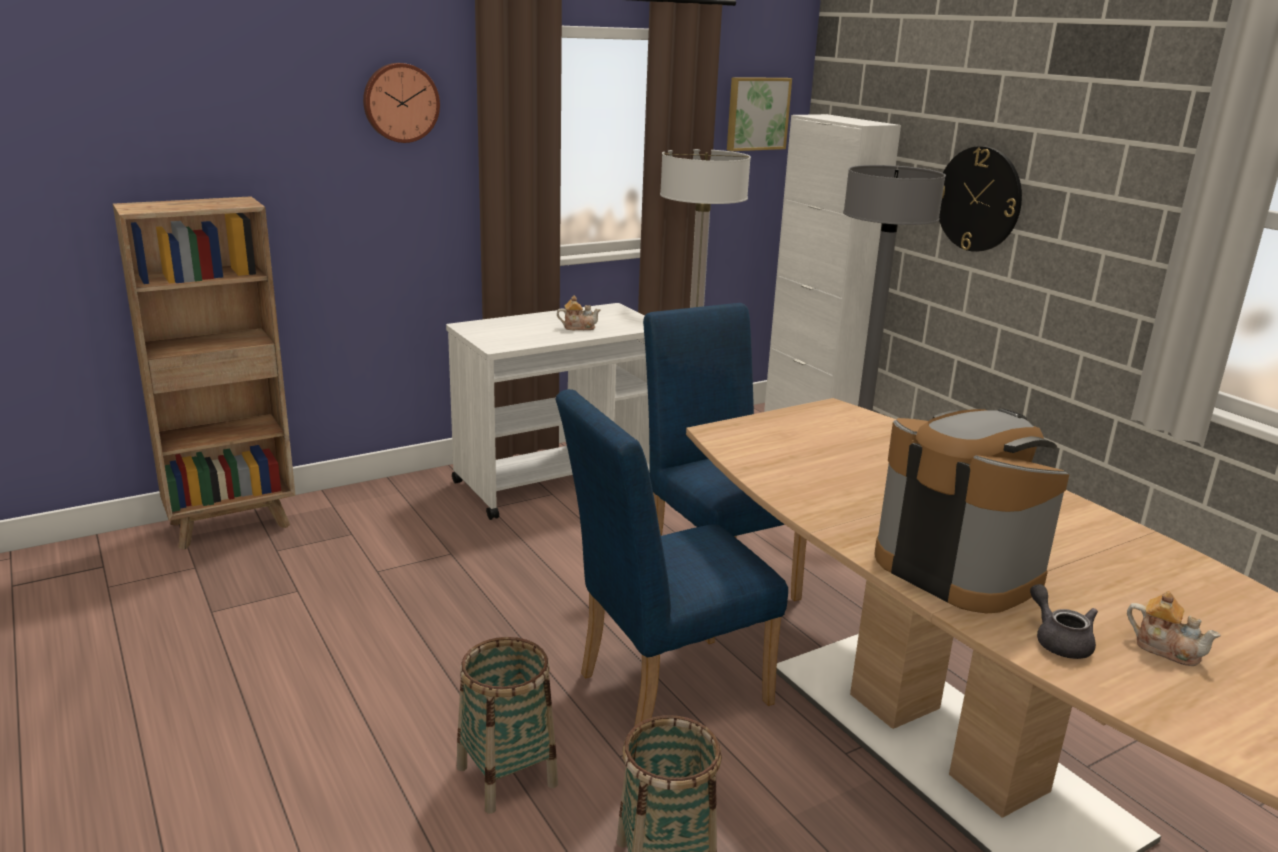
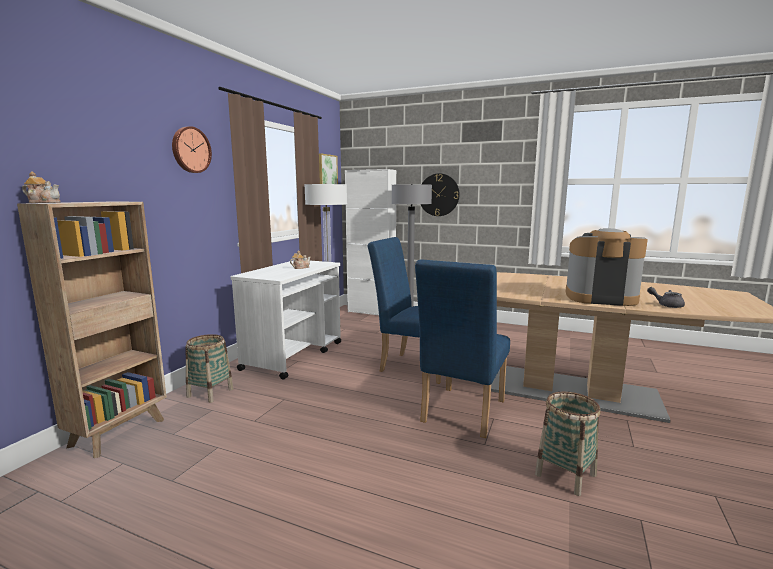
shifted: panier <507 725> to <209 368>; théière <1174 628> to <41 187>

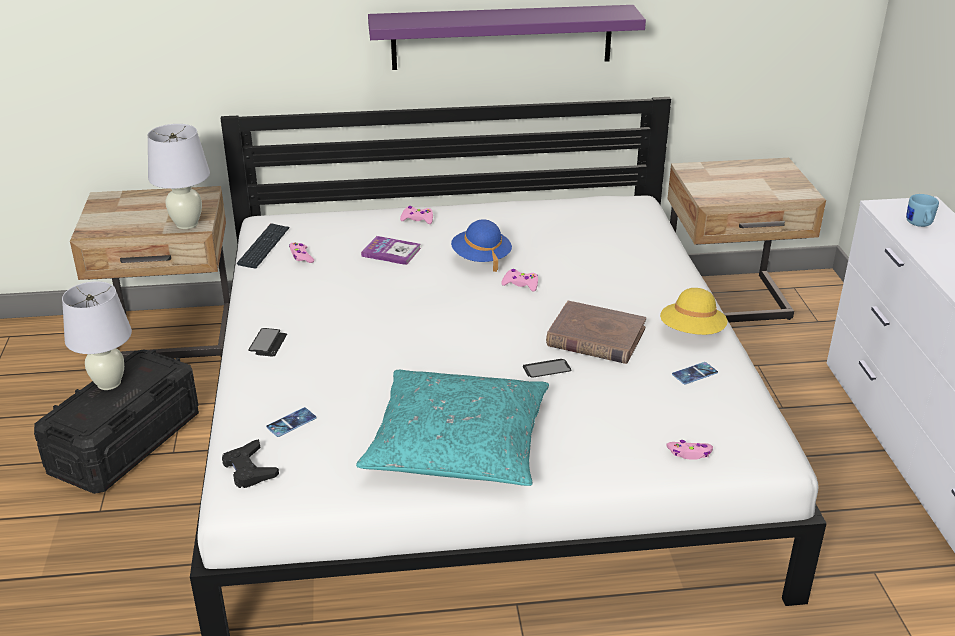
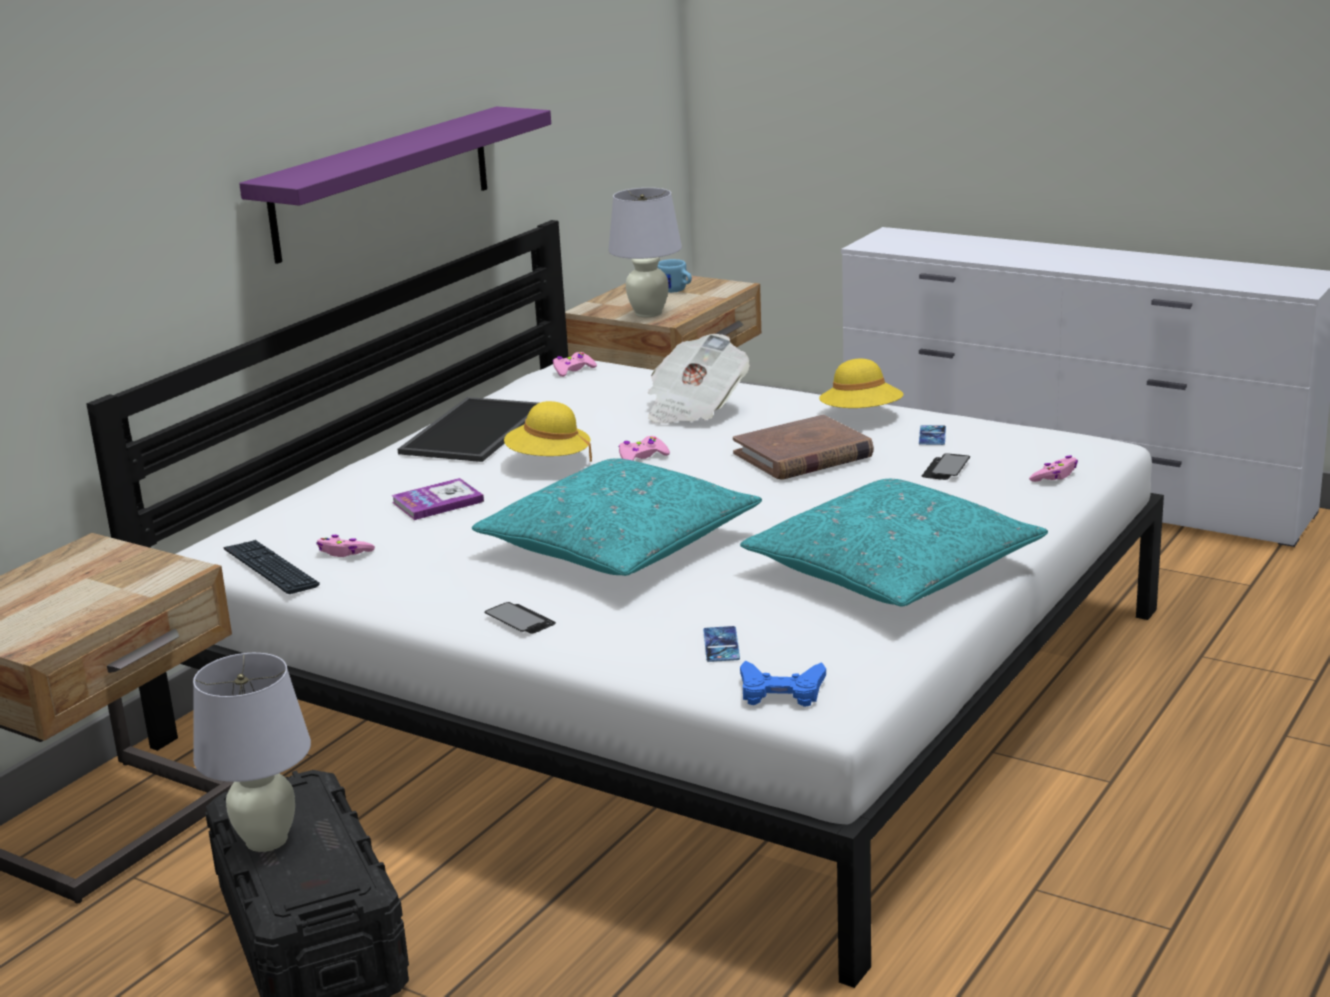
new: plateau <468 429>; coussin/turquoise <617 517>; journal <699 379>
shifted: lampe de table/blanc <178 176> to <645 252>; manette/rose <416 215> to <574 364>; téléphone <547 368> to <946 466>; mug/bleu <922 210> to <674 276>
repainted: manette/noir <250 463> to manette/bleu <783 684>; chapeau/bleu <481 245> to chapeau/jaune <548 431>

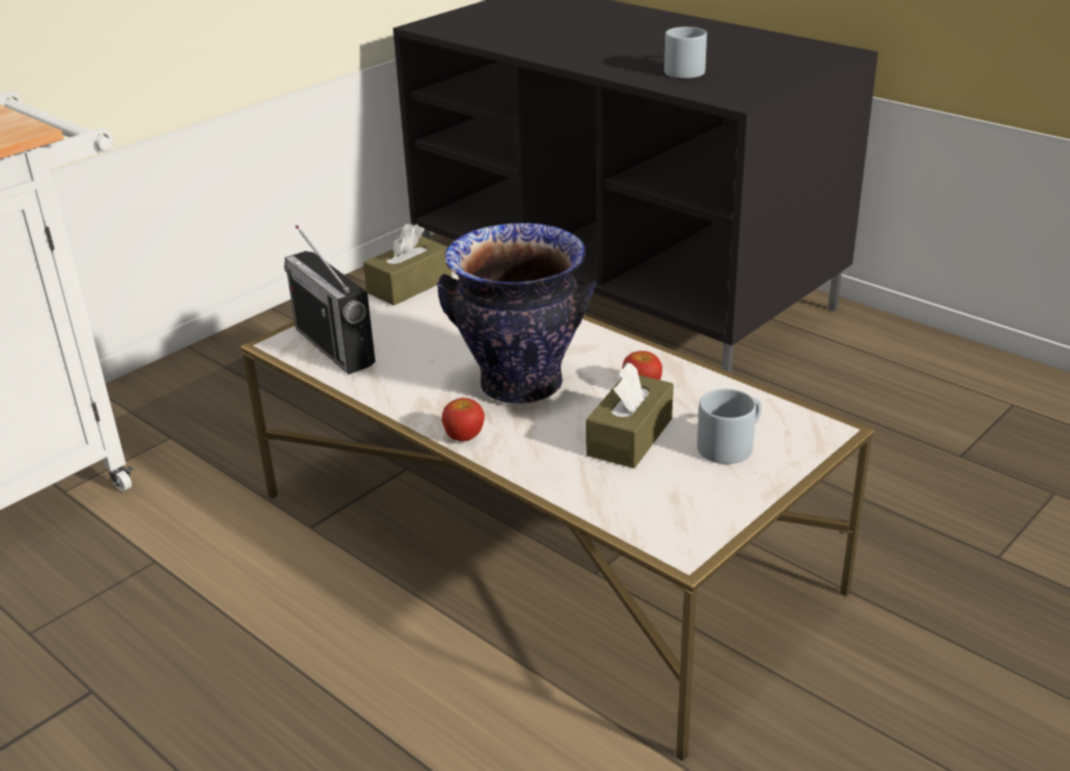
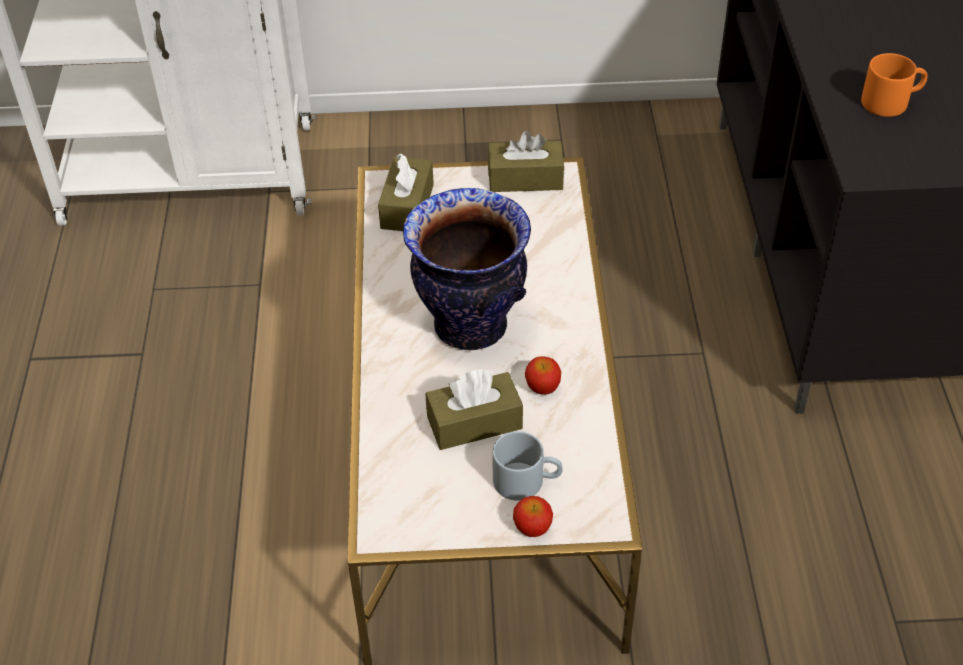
shifted: pomme <463 419> to <533 516>
swapped: radio <329 299> to boîte à mouchoirs/marron <406 192>
repainted: mug/gris <685 52> to mug/orange <894 85>

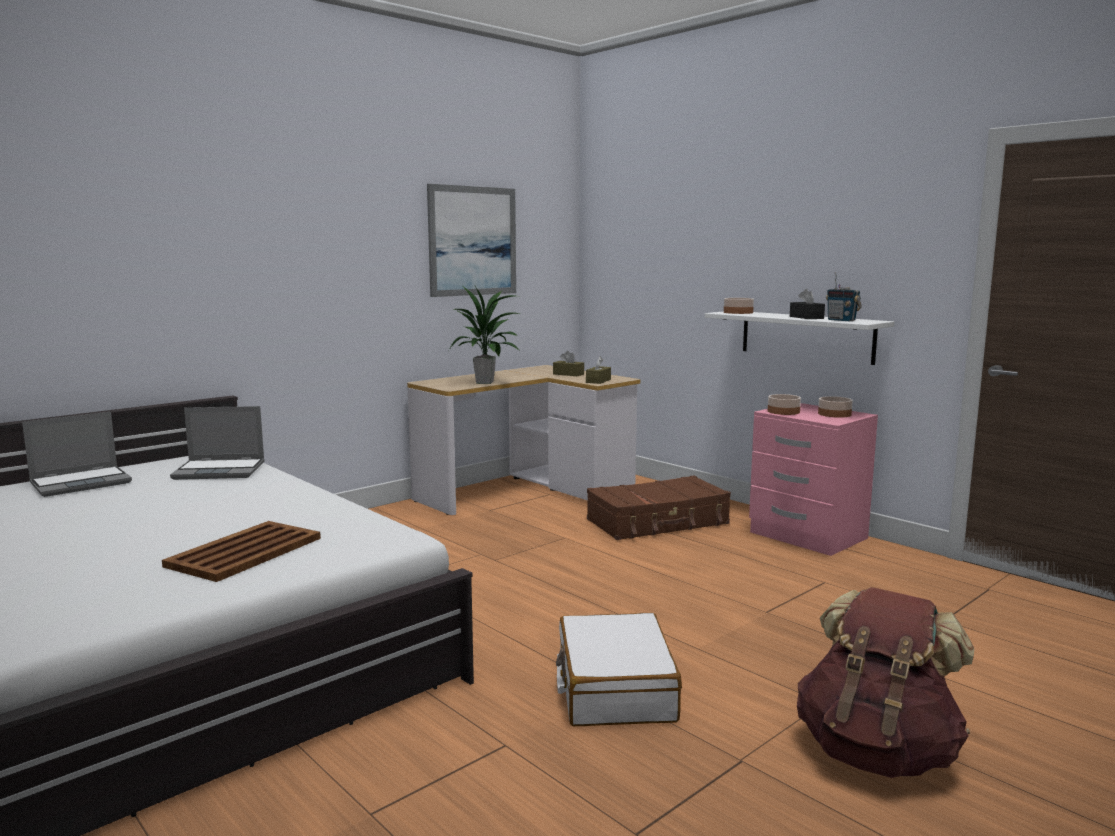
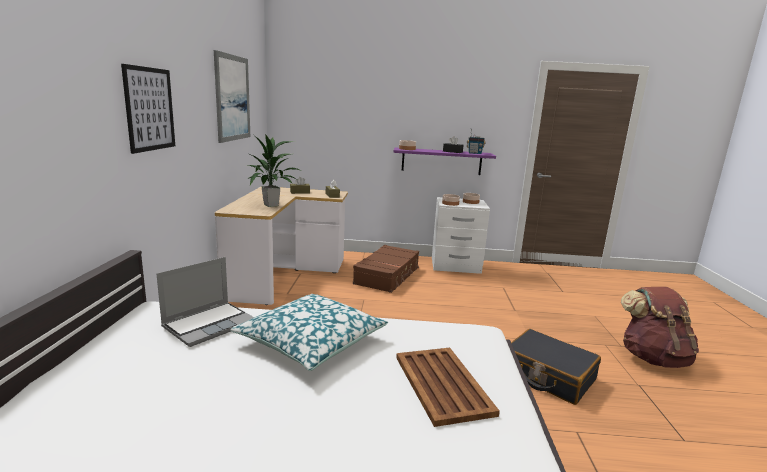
gone: ordinateur portable <77 454>
new: tableau <148 109>; coussin <309 332>
repainted: valise/blanc <619 669> to valise/noir <556 367>; étagère/blanc <800 338> to étagère/violet <444 161>; table de chevet/rose <813 479> to table de chevet/blanc <461 235>

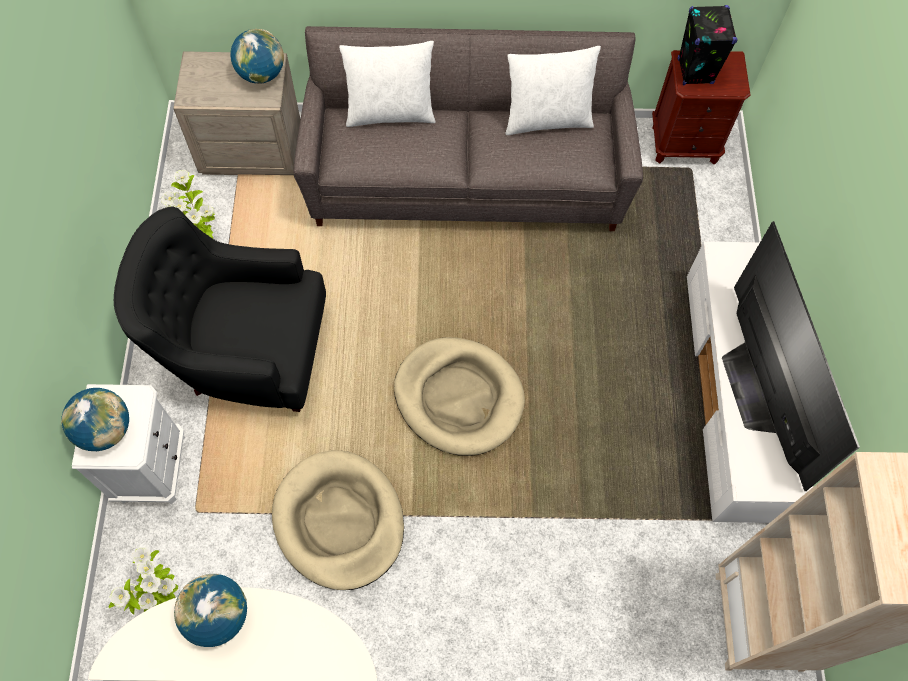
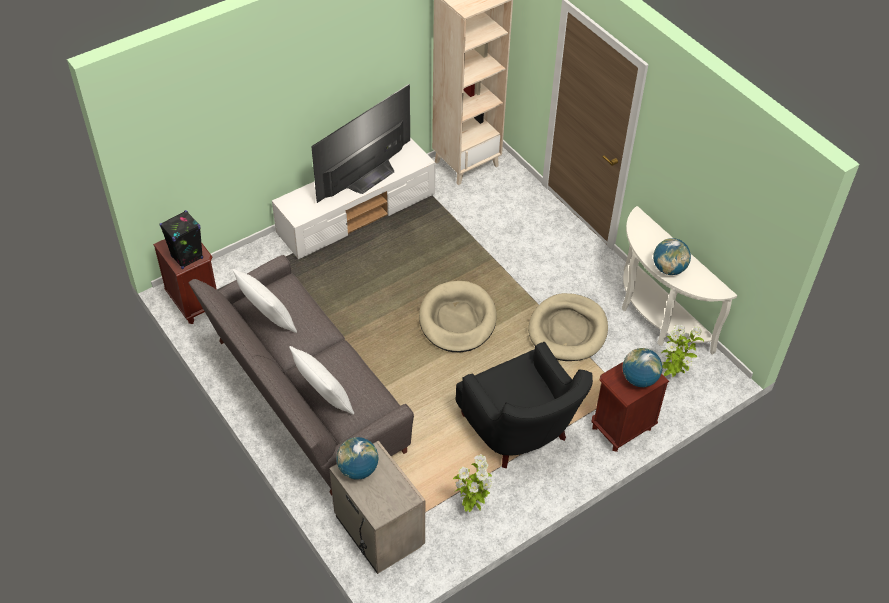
repainted: table de chevet/blanc <128 444> to table de chevet/marron <630 407>

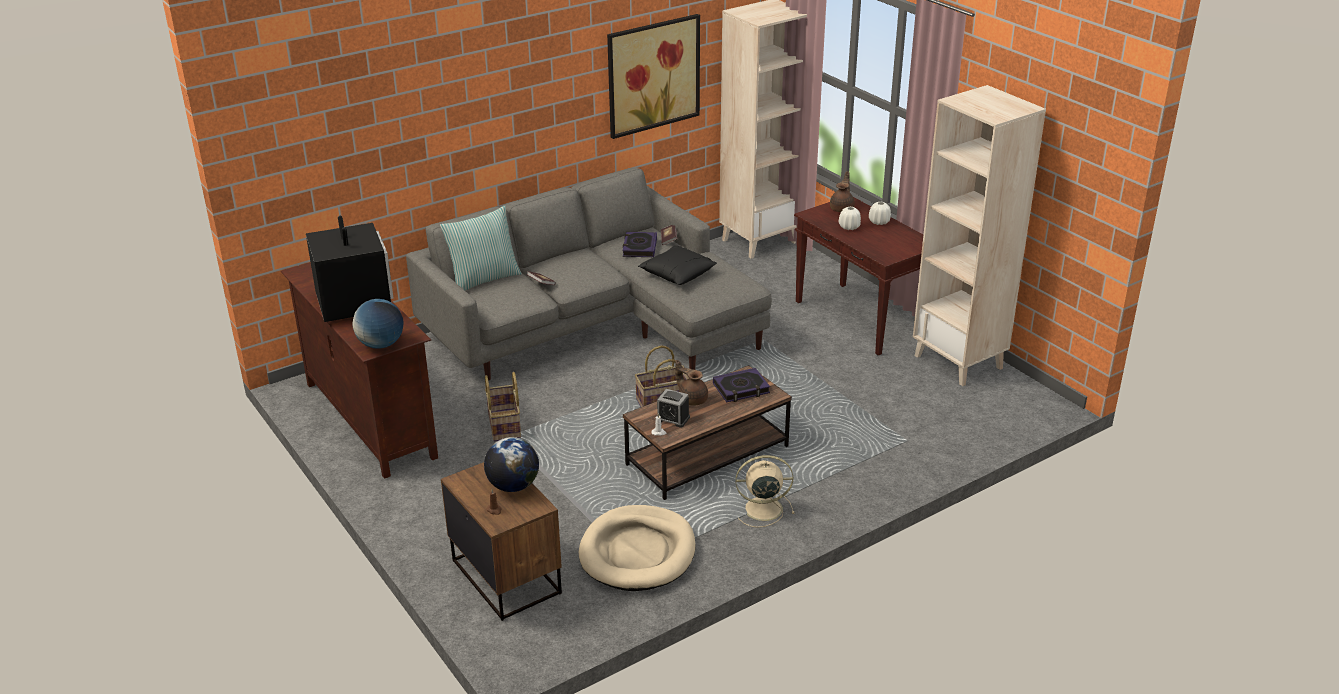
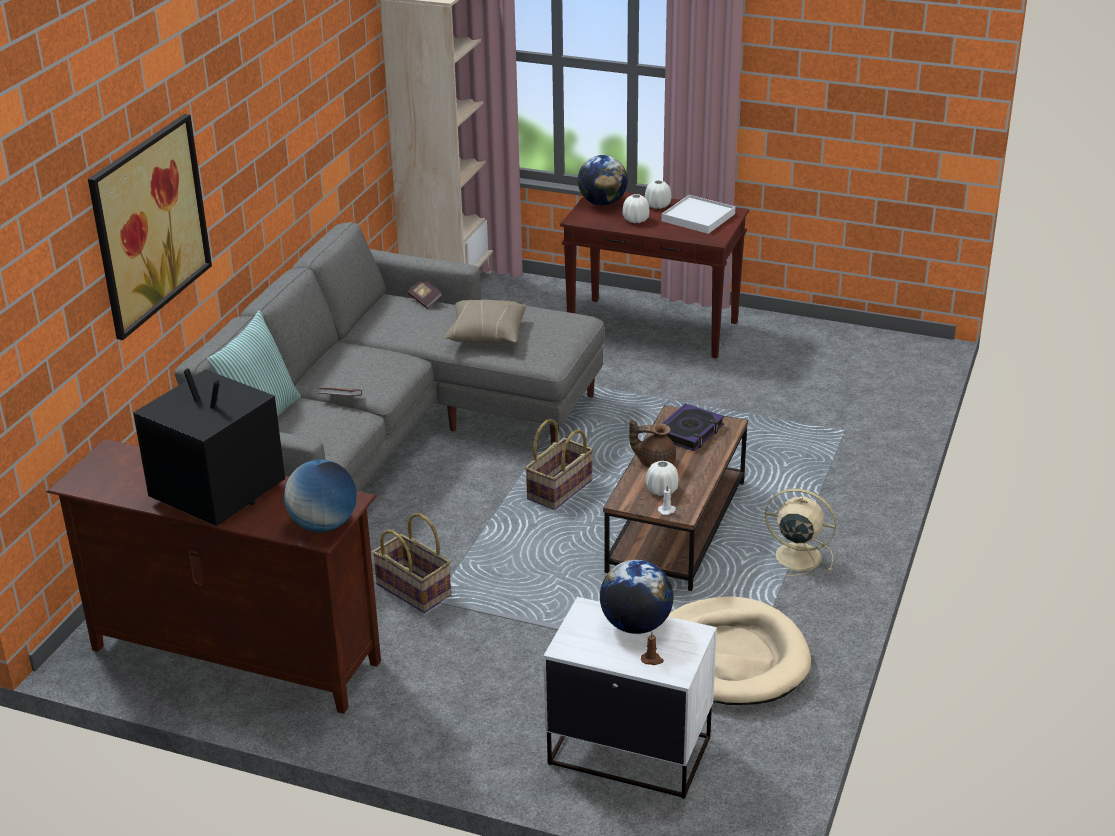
gone: livre <640 244>; bibliothèque/beige <979 235>
new: plateau/blanc <698 214>
shifted: tableau <653 76> to <150 227>
swapped: réveil <673 408> to vase/blanc <661 478>; théière/marron <842 191> to globe <603 180>
repainted: table de chevet/marron <501 541> to table de chevet/blanc <630 698>; coussin/noir <677 265> to coussin/beige <485 322>
rotated: ventilateur/beige <764 491> = <800 532> 60 degrees clockwise

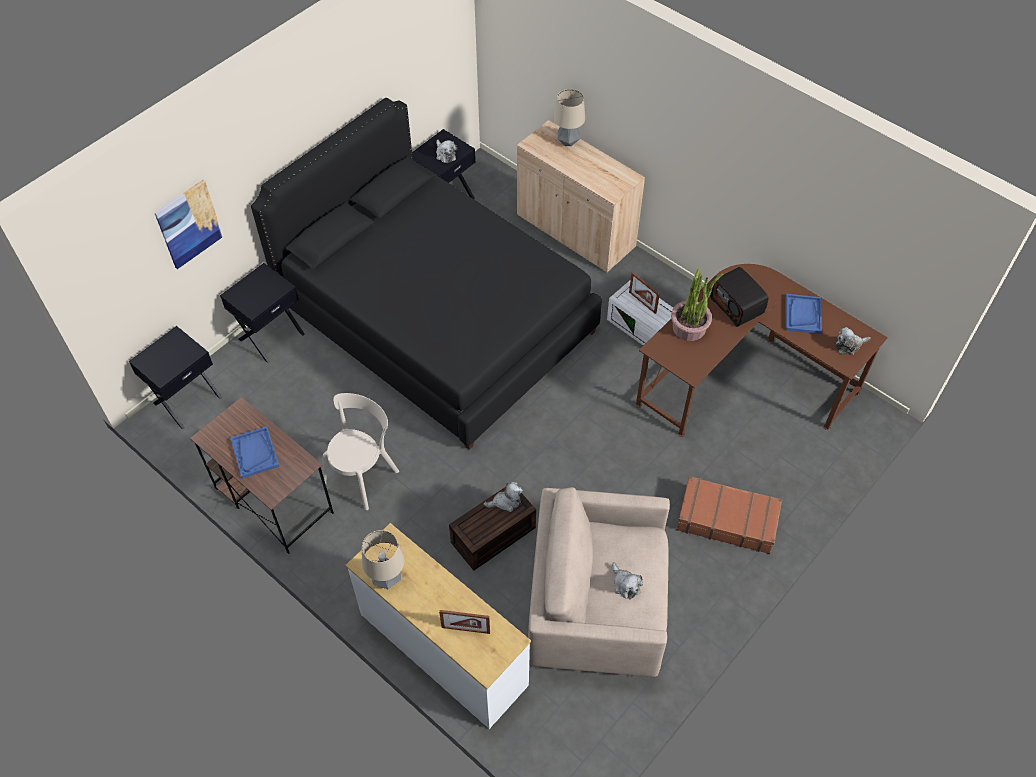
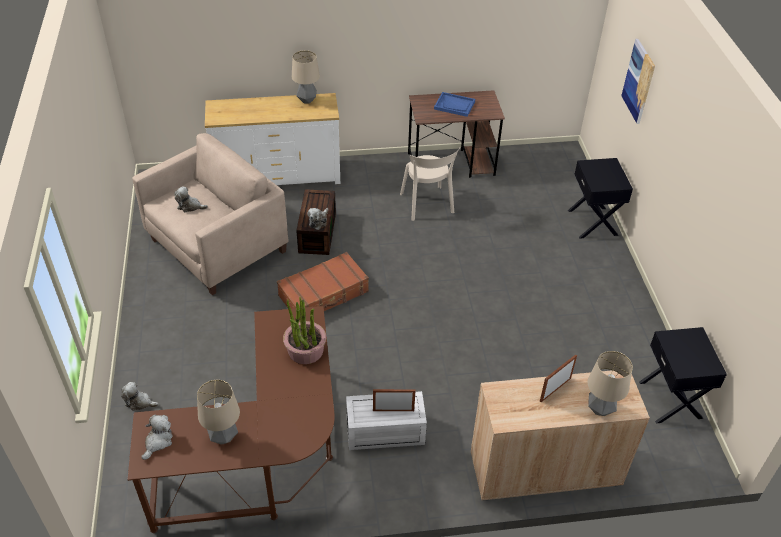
gone: table de chevet/noir <176 377>; lit/noir <426 274>; radio <739 297>
shifted: peluche <446 151> to <140 396>; cadre photo <464 622> to <558 378>; valise/marron <729 515> to <323 281>
swapped: plateau/bleu <803 314> to lampe de table <218 412>

